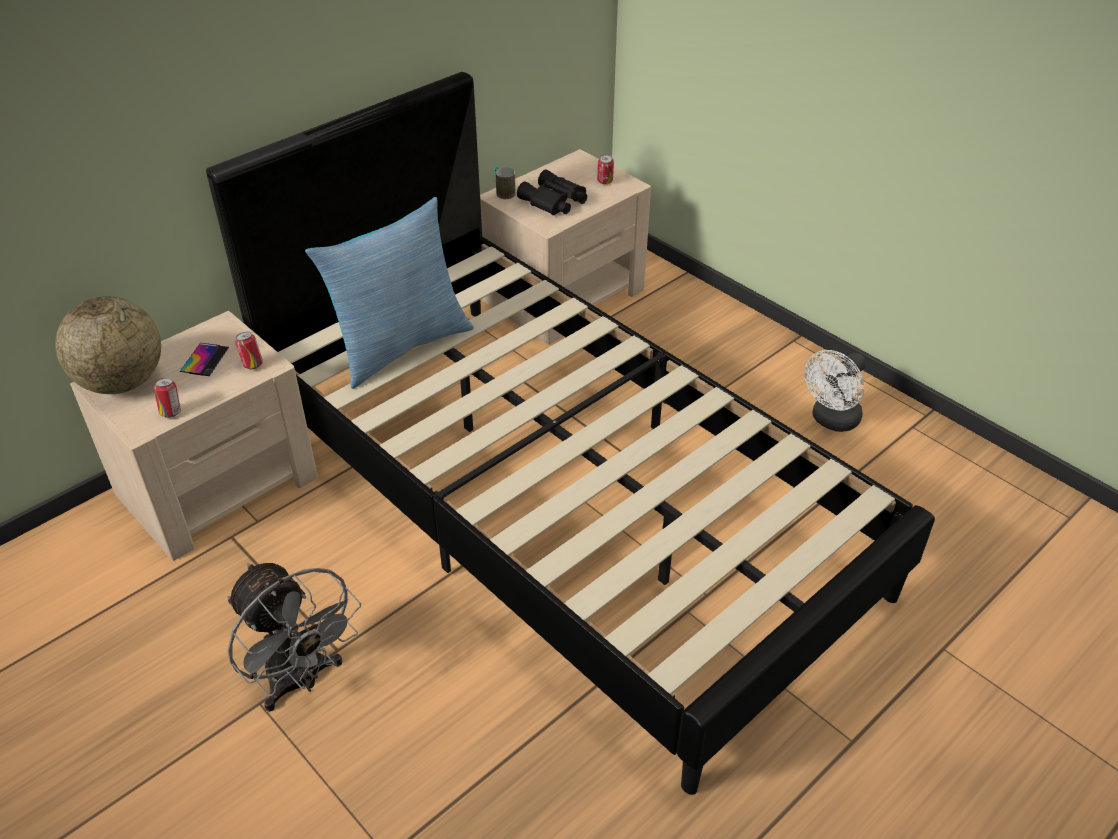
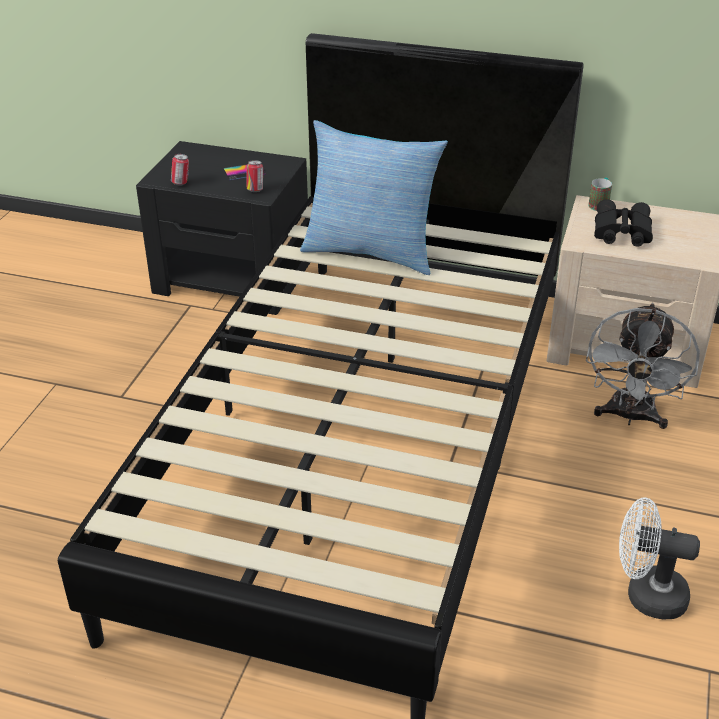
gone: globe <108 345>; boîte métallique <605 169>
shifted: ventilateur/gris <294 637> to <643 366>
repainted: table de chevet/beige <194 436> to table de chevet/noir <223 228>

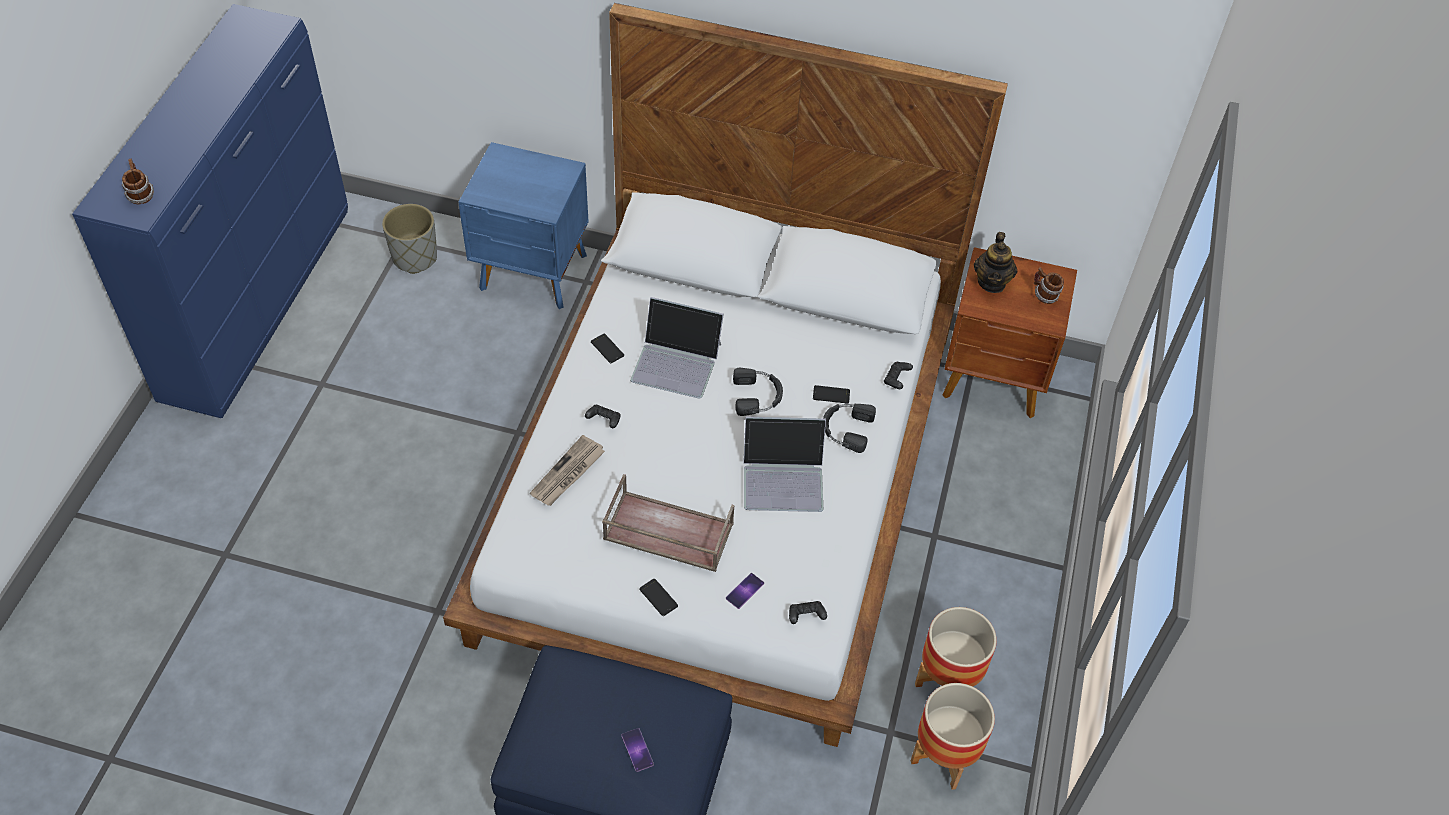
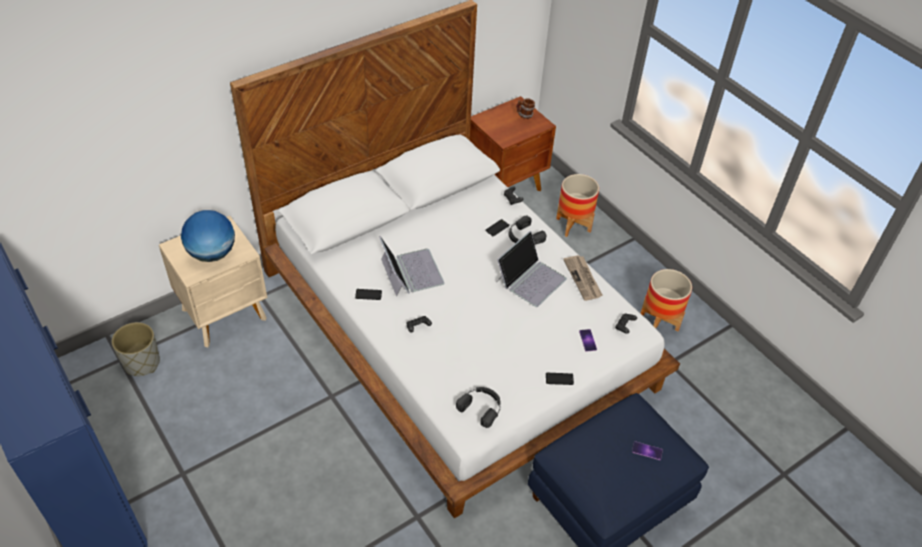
gone: mug <138 181>; plateau/marron <668 523>; théière <995 262>
new: globe <208 236>
shifted: journal <567 470> to <583 278>; casque audio/noir <758 392> to <478 407>; cache-pot <953 736> to <577 205>
repainted: table de chevet/bleu <524 225> to table de chevet/beige <213 281>
rotated: ordinateur portable <677 348> = <412 266> 75 degrees counterclockwise

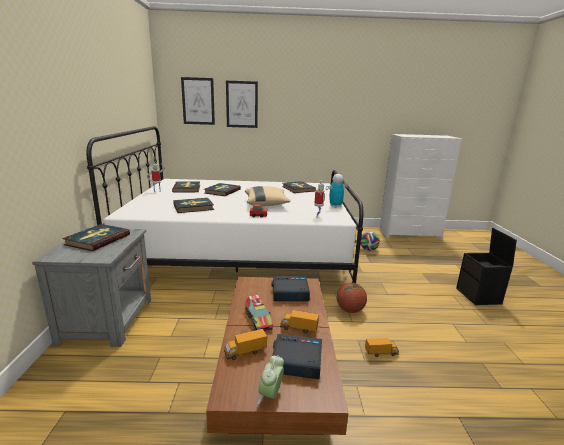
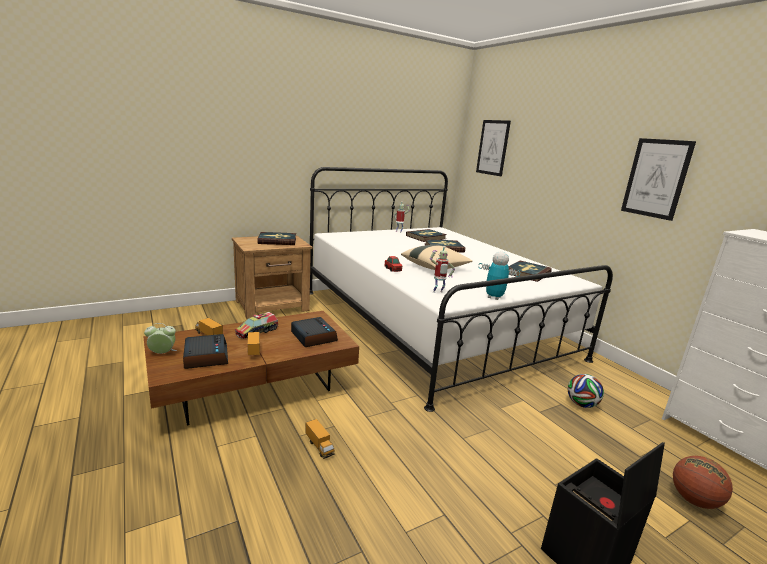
gone: livre <193 205>
shifted: tableau <242 104> to <658 179>; ballon de basket <352 298> to <703 482>
repainted: table de chevet/gris <91 287> to table de chevet/marron <272 277>

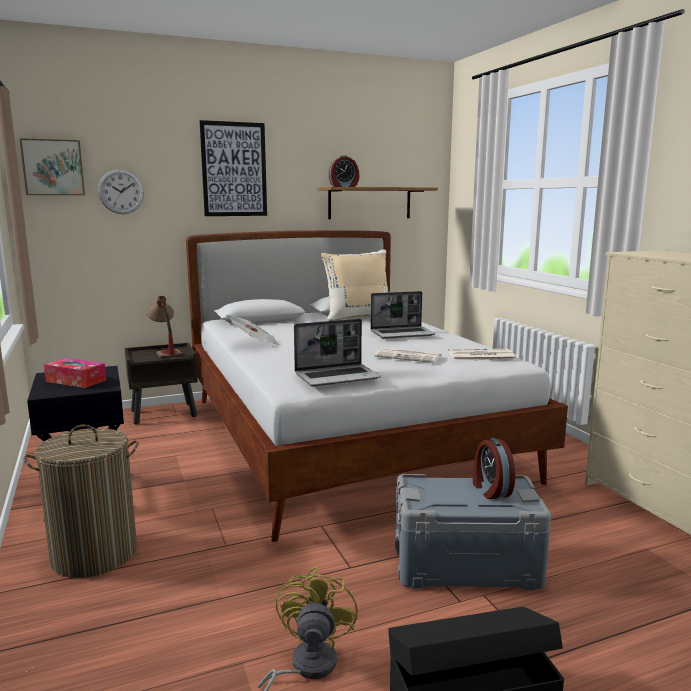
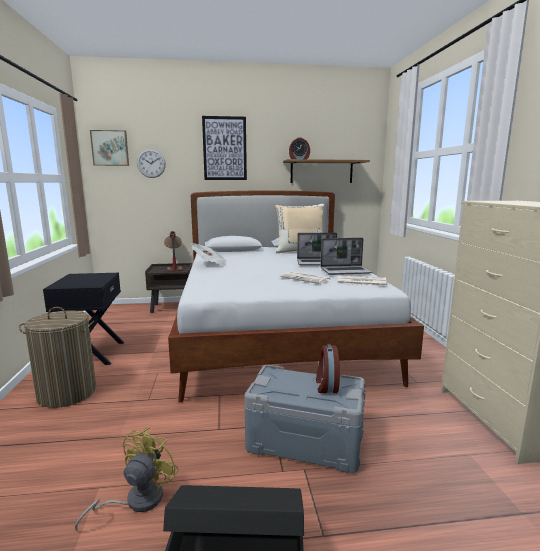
gone: boîte à mouchoirs <75 373>
shifted: ordinateur portable <337 352> to <346 256>

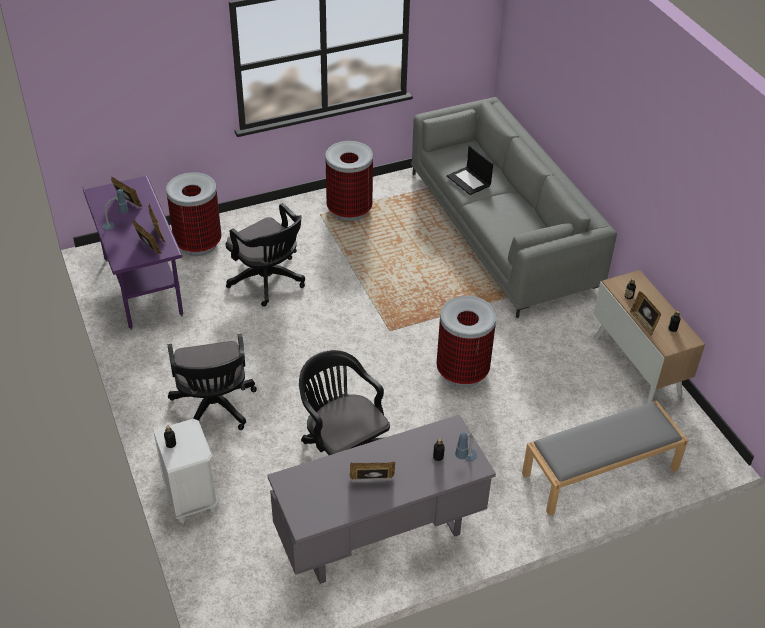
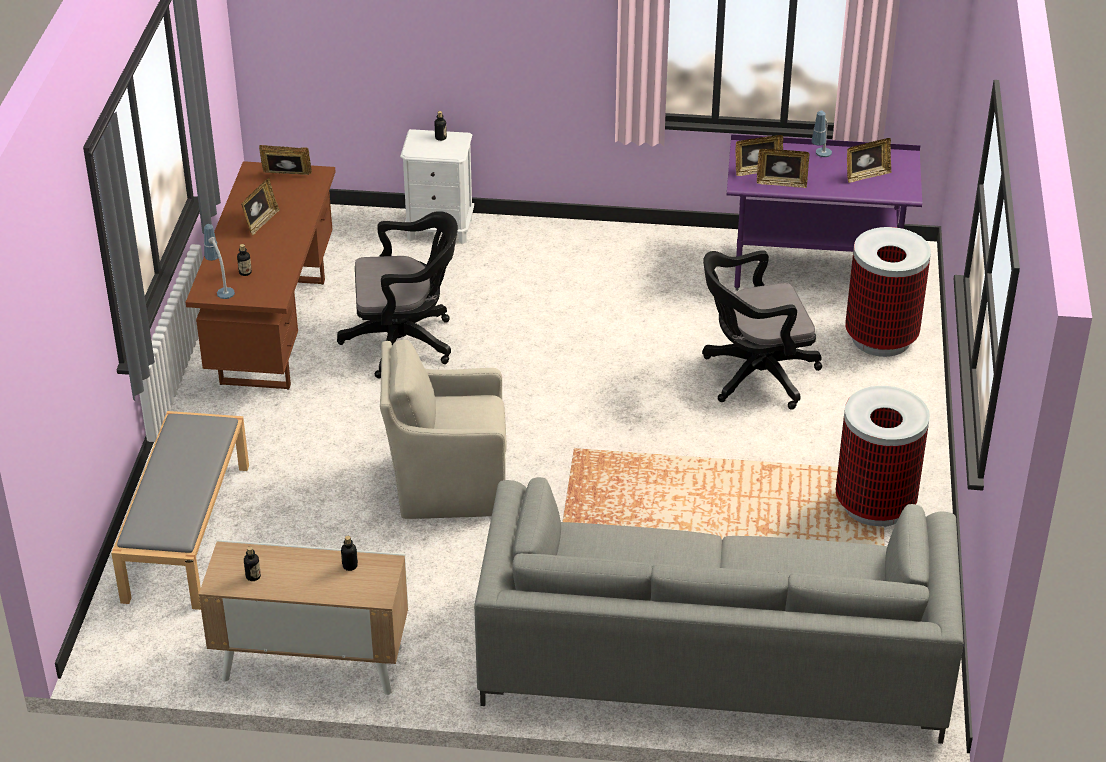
gone: chaise de bureau/noir <212 382>; ordinateur portable <470 170>
shifted: cadre photo <645 313> to <285 160>
swapped: poubelle <466 341> to fauteuil/beige <443 429>
repainted: bureau/gris <381 499> to bureau/marron <261 275>

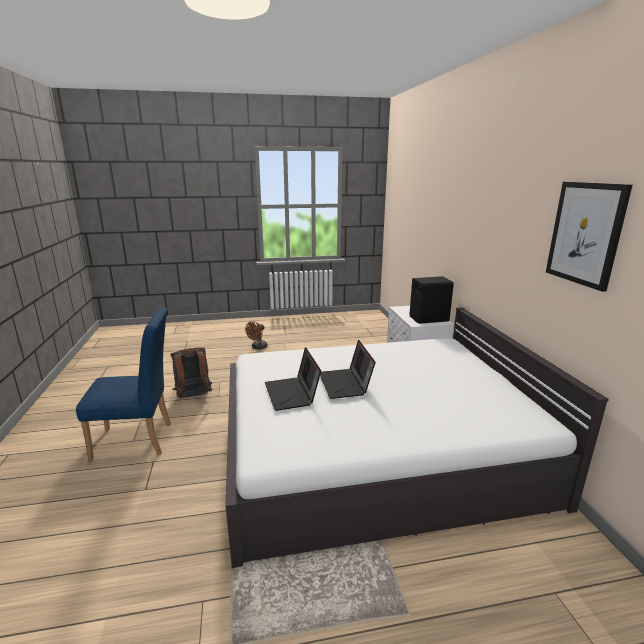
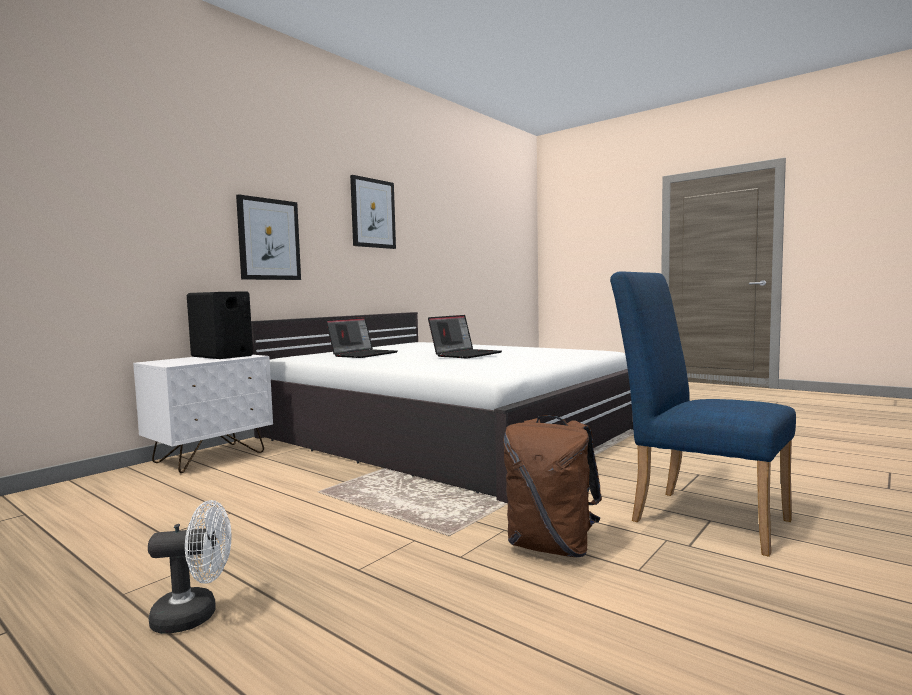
new: tableau <268 237>
shifted: ordinateur portable <293 379> to <362 337>
repainted: ventilateur/marron <256 335> to ventilateur/blanc <189 567>

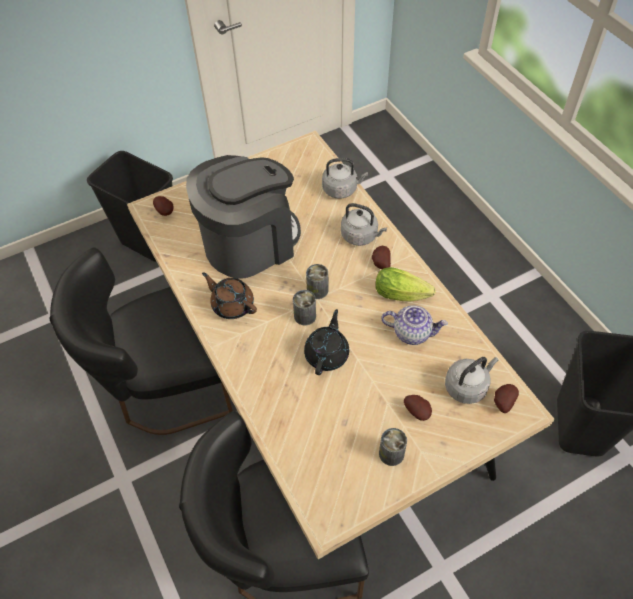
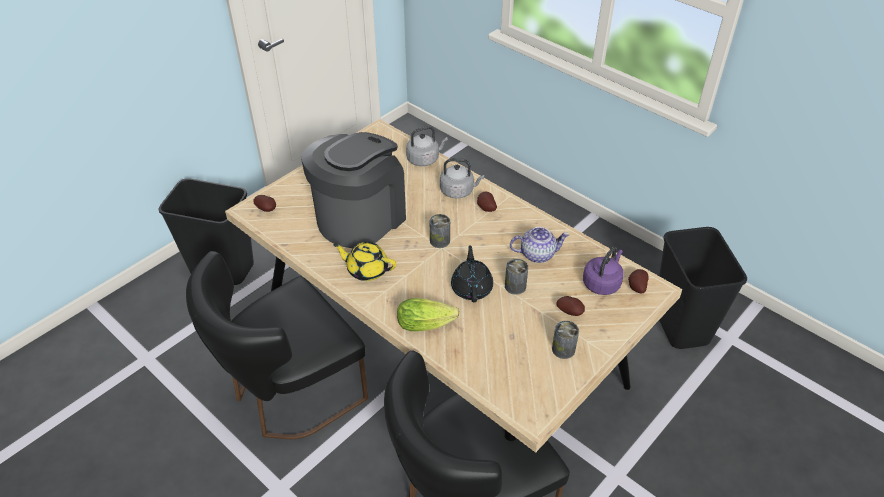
shifted: boîte métallique <304 307> to <516 277>; laitue <405 284> to <428 314>
repainted: théière/marron <229 295> to théière/jaune <364 261>; bouilloire/gris <471 380> to bouilloire/violet <603 271>

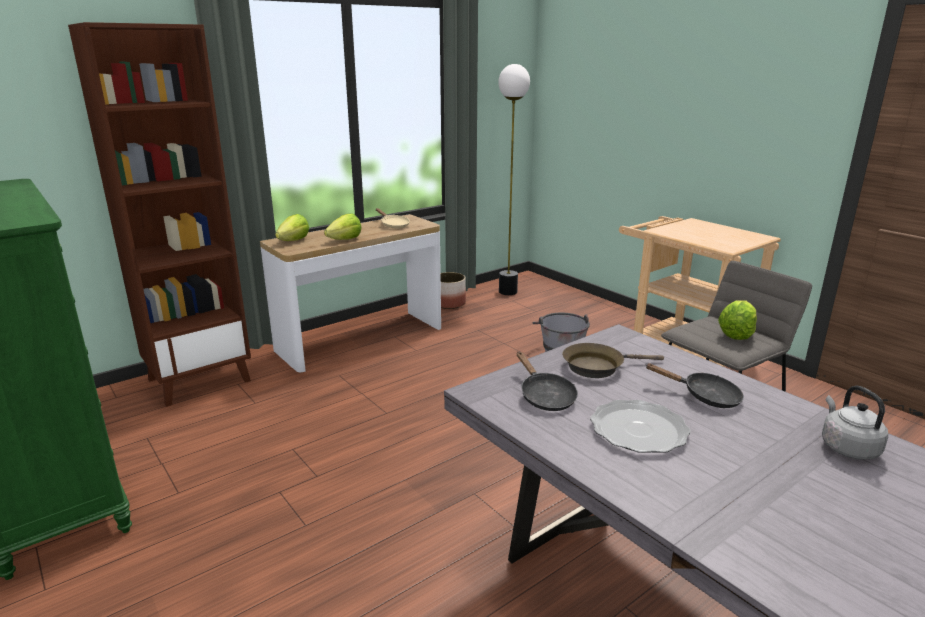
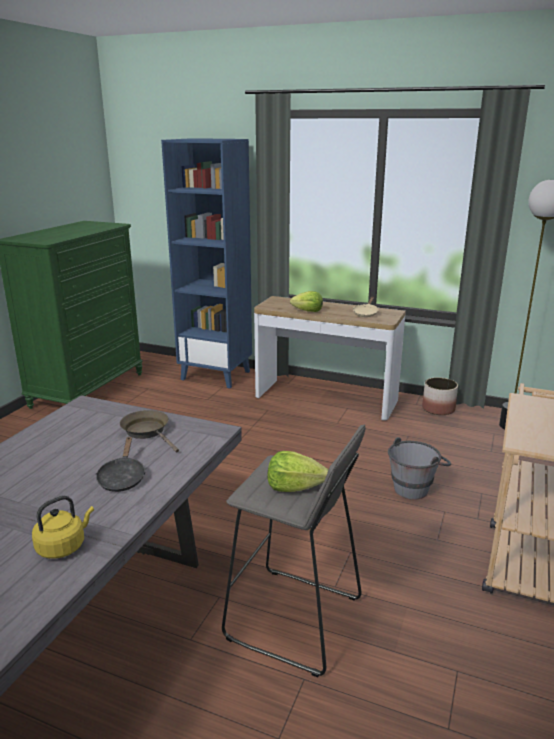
gone: laitue <292 227>; poêle/noir <547 381>; assiette <640 426>
repainted: bibliothèque/marron <159 214> to bibliothèque/bleu <206 263>; bouilloire/gris <855 422> to bouilloire/jaune <63 527>

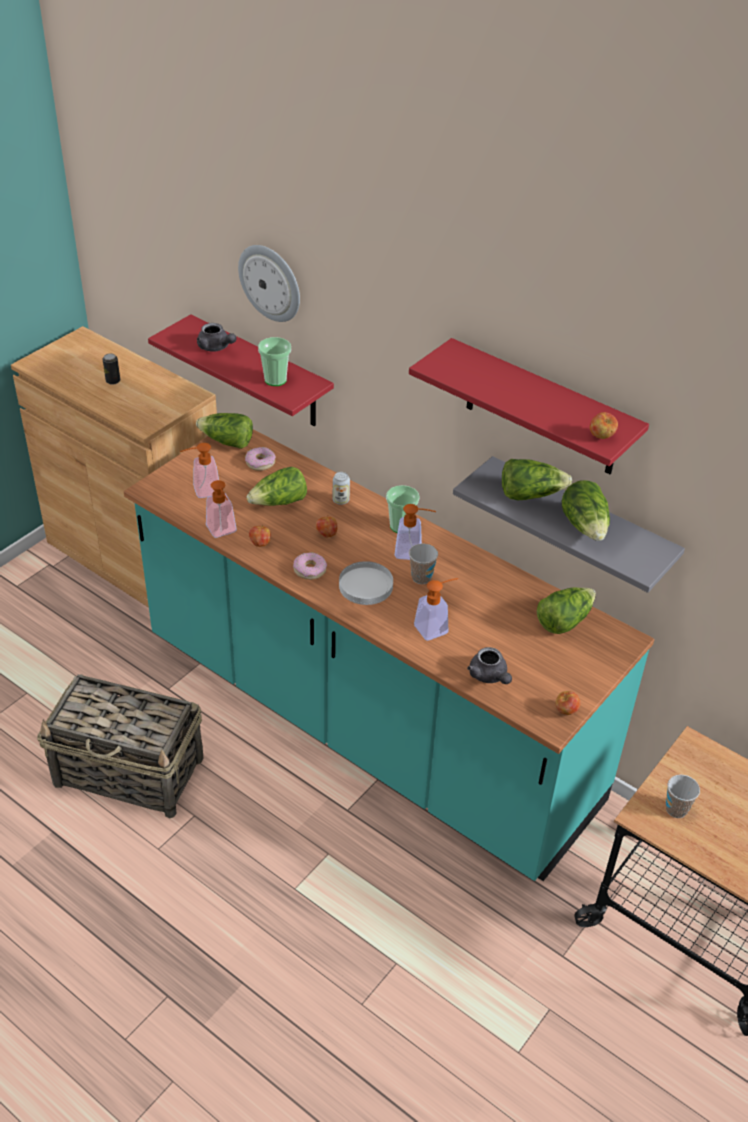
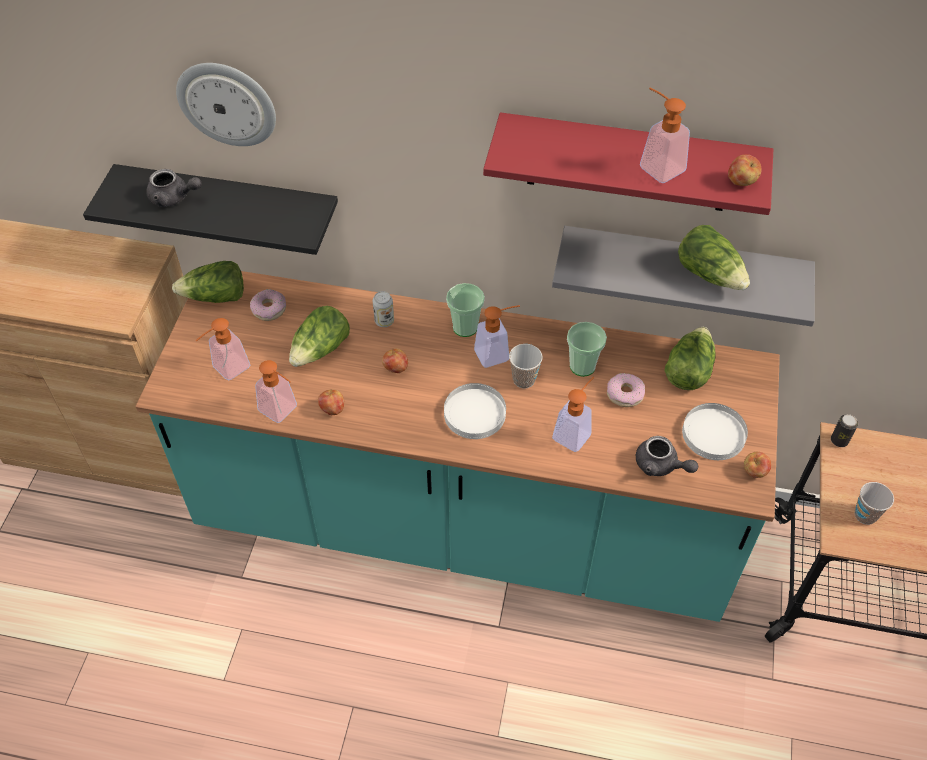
gone: panier <120 746>; laitue <537 479>
new: distributeur de savon <665 135>; assiette/blanc <715 431>
shifted: boîte métallique <111 369> to <844 430>; tasse <274 361> to <587 349>; beignet <310 566> to <626 390>
repainted: étagère/rouge <241 370> to étagère/noir <210 209>

